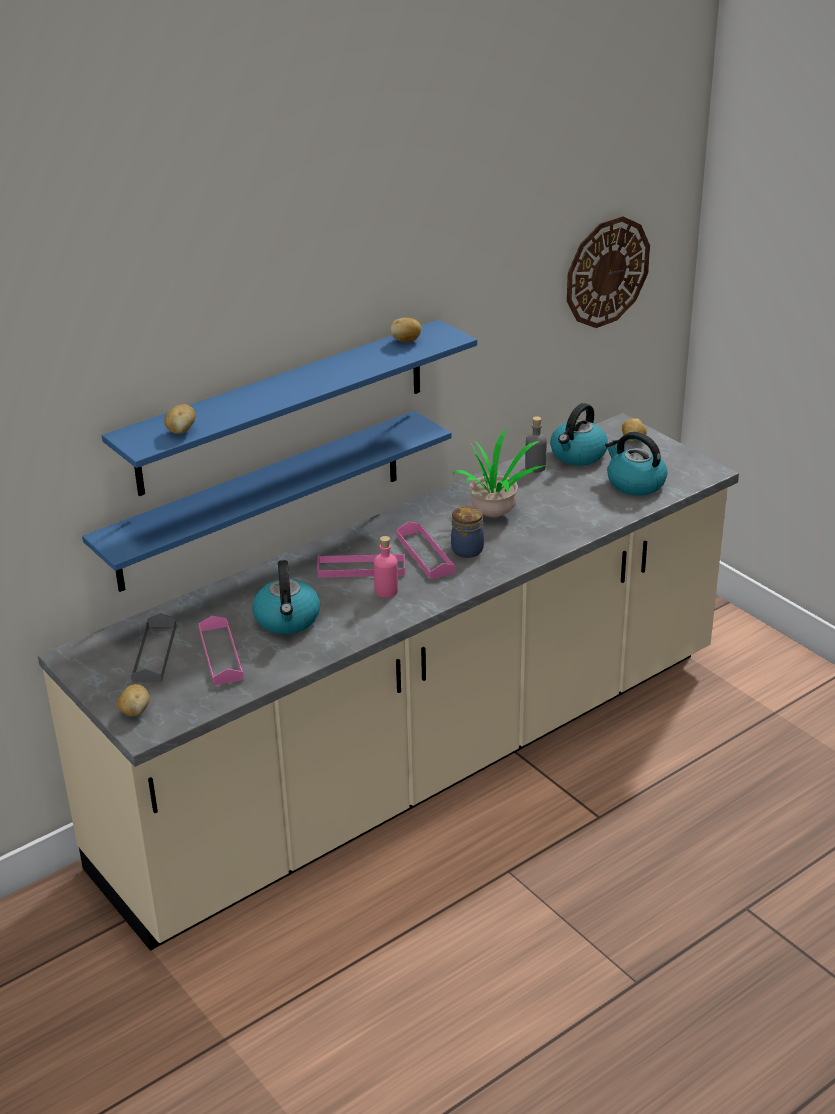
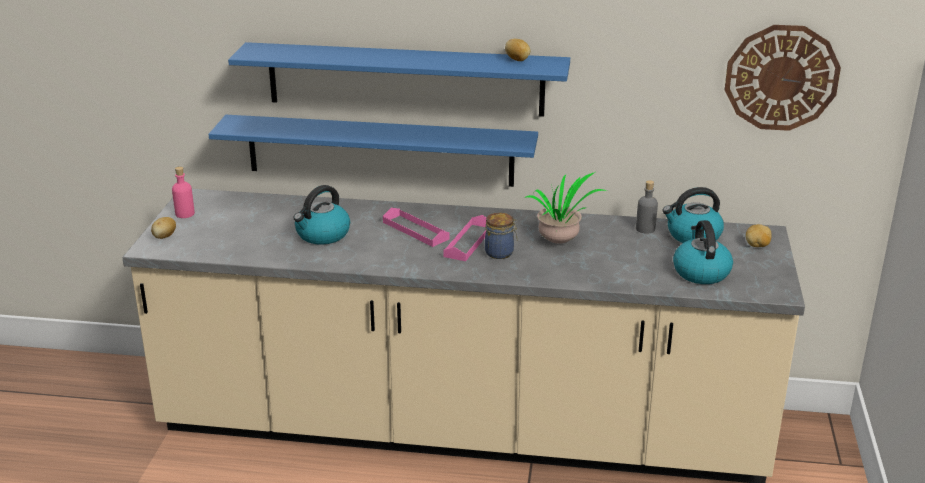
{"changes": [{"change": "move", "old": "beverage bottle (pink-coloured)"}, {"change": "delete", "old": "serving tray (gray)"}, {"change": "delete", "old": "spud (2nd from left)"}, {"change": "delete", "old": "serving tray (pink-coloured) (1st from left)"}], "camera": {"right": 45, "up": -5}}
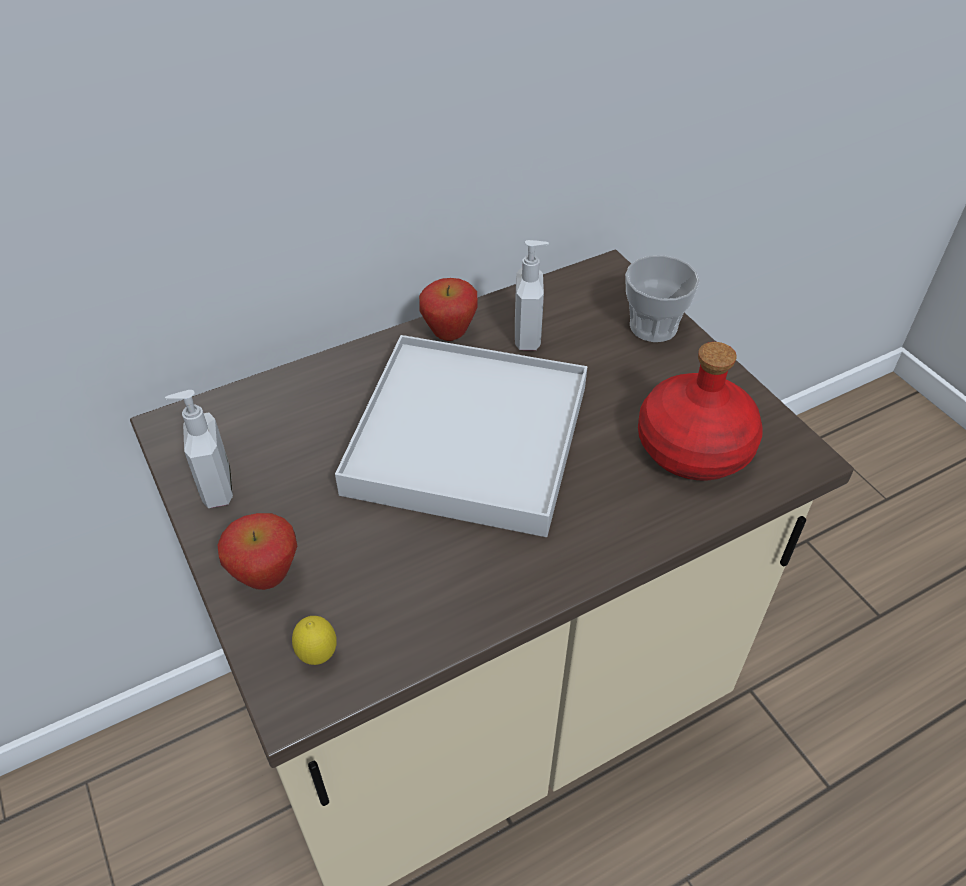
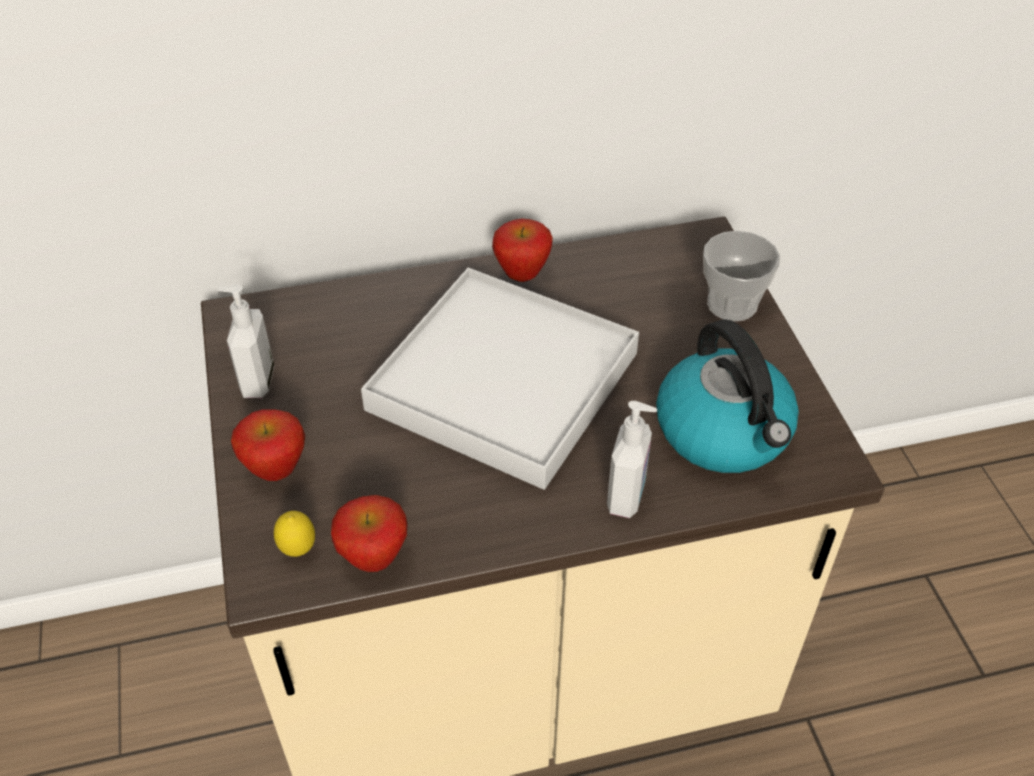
{"changes": [{"change": "insert", "new": "whole apple (2nd from left)"}, {"change": "move", "old": "soap bottle (2nd from left)"}, {"change": "replace", "old": "beverage bottle (red)", "new": "kettle"}], "camera": {"right": 15, "up": 0}}
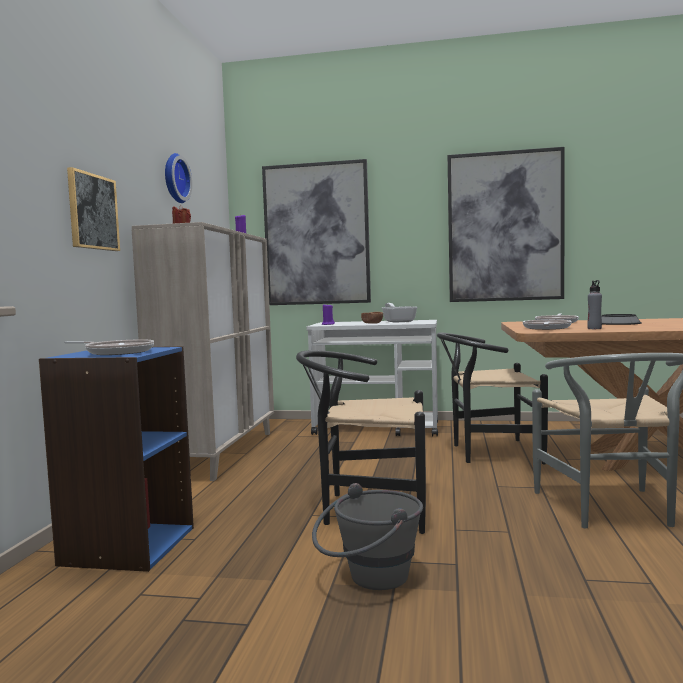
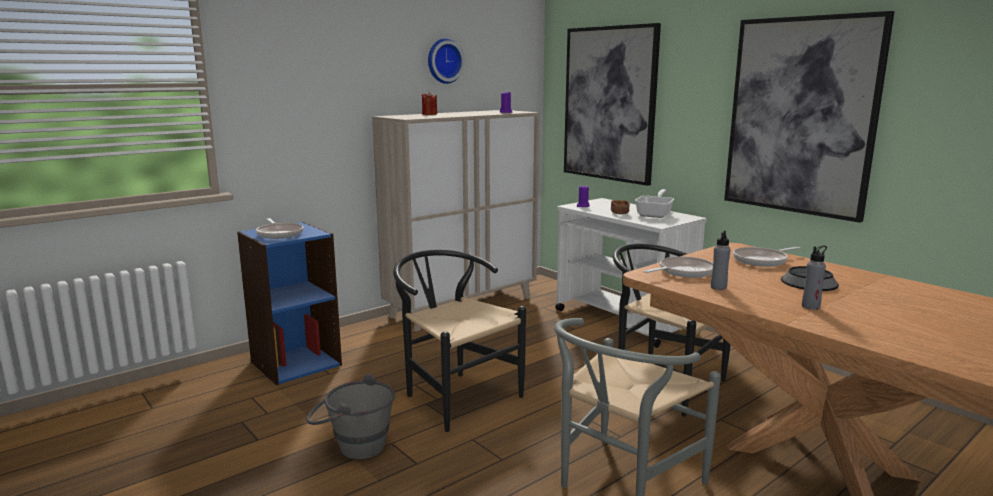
{"changes": [{"change": "insert", "new": "beverage bottle (gray) (2nd from left)"}, {"change": "delete", "old": "picture (1st from left)"}], "camera": {"right": 40, "up": 10}}
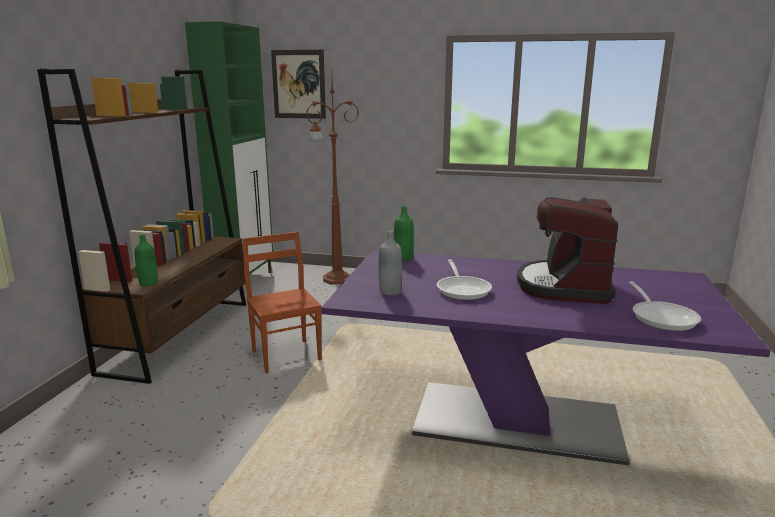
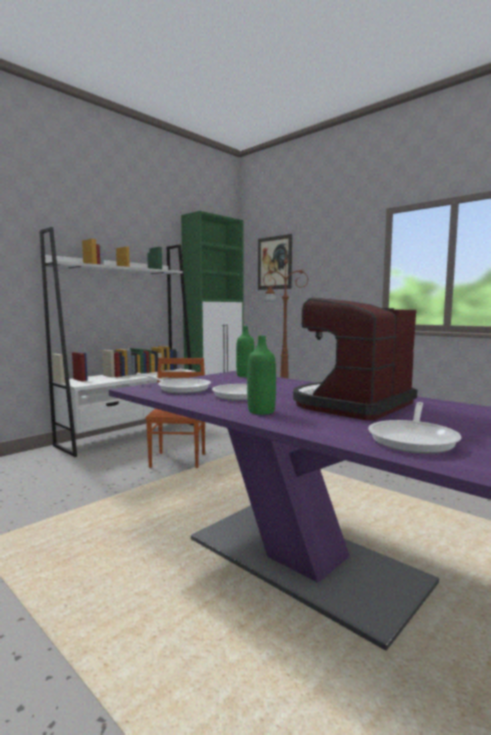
{"changes": [{"change": "recolor", "old": "shelving unit (brown-coloured)", "new": "shelving unit (white-coloured)"}, {"change": "replace", "old": "beverage bottle (gray)", "new": "skillet (1st from left)"}, {"change": "move", "old": "beverage bottle (green-coloured) (1st from left in the first image)", "new": "beverage bottle (green-coloured) (2nd from left)"}], "camera": {"right": 30, "up": -10}}
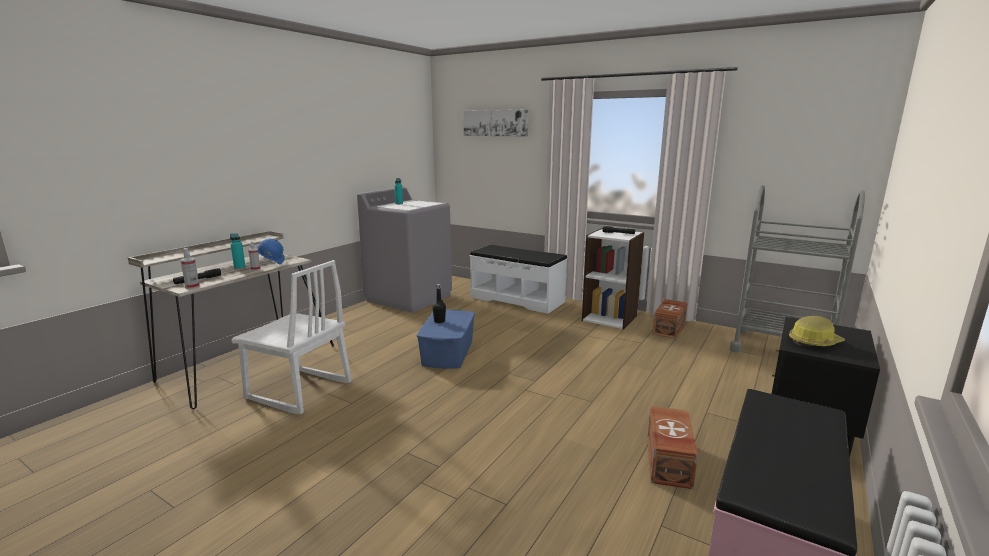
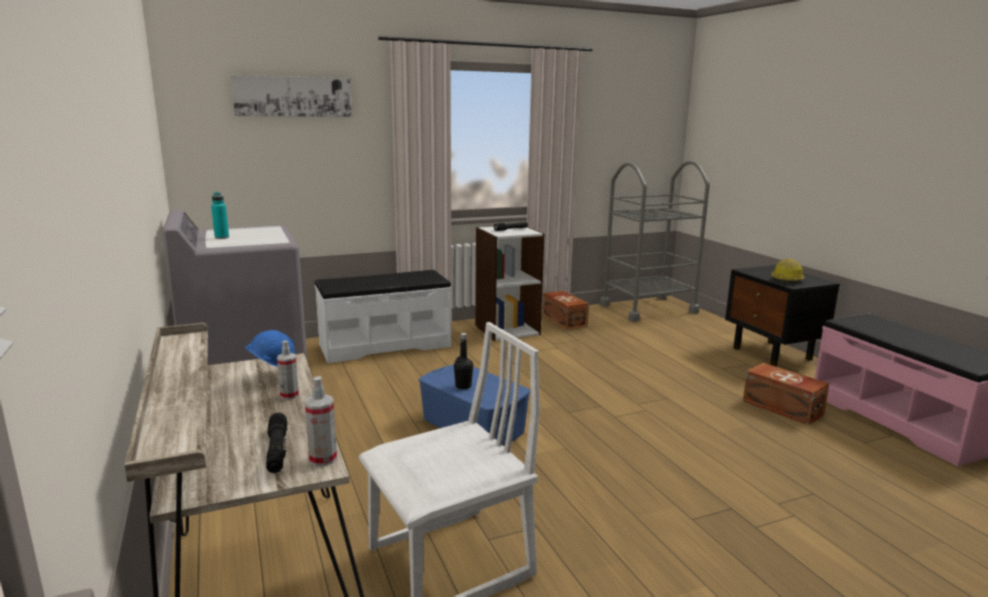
{"changes": [{"change": "delete", "old": "beverage bottle (blue-green) (1st from left)"}], "camera": {"right": -55, "up": 0}}
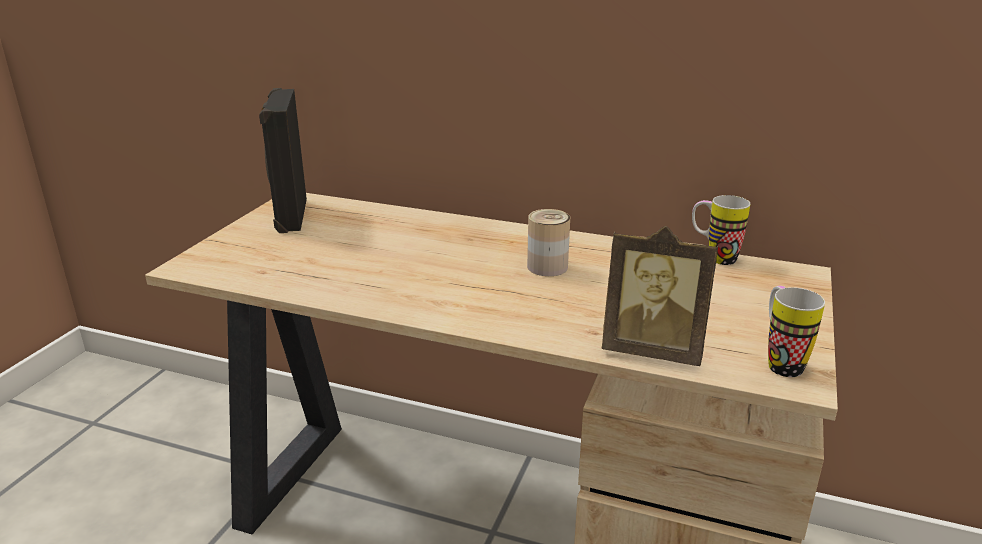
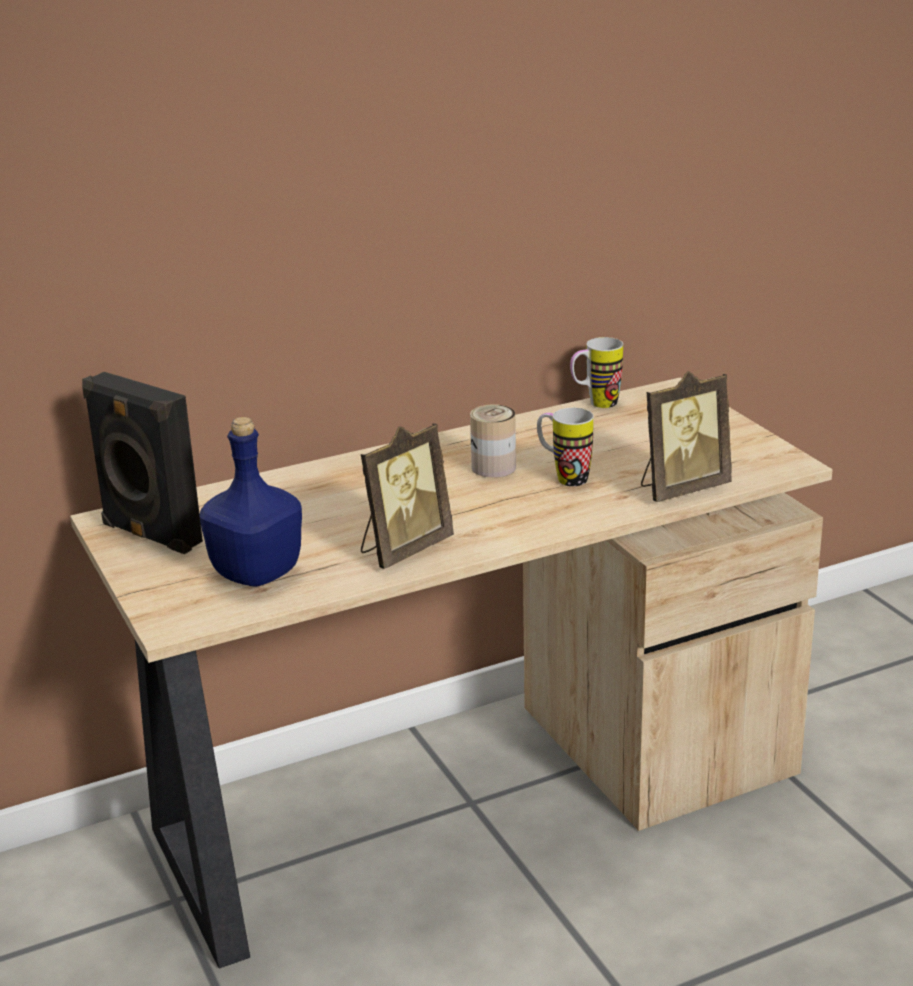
{"changes": [{"change": "insert", "new": "beverage bottle (bluish)"}, {"change": "insert", "new": "standing frame (1st from left)"}, {"change": "move", "old": "tea mug (2nd from left in the first image)", "new": "tea mug (1st from left)"}], "camera": {"right": -45, "up": 0}}
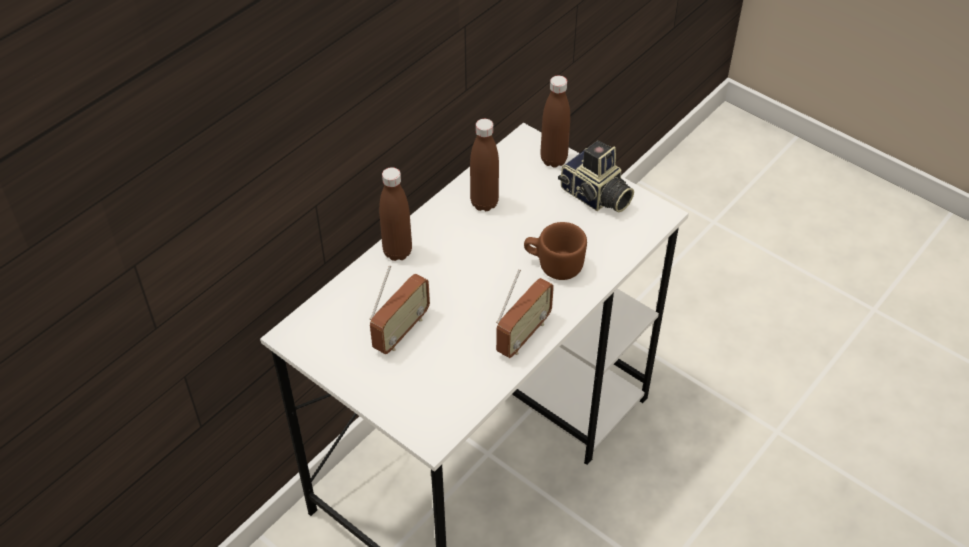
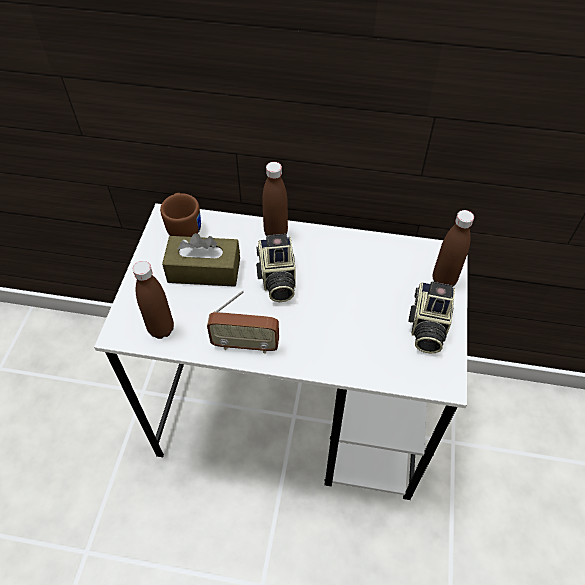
{"changes": [{"change": "move", "old": "beverage bottle (brown-coloured) (2nd from left in the first image)", "new": "beverage bottle (brown-coloured) (1st from left)"}, {"change": "move", "old": "tea mug (brown-coloured)"}, {"change": "replace", "old": "radio set (1st from left)", "new": "box of tissues (brown-coloured)"}, {"change": "insert", "new": "photo camera (1st from left)"}], "camera": {"right": 60, "up": 5}}
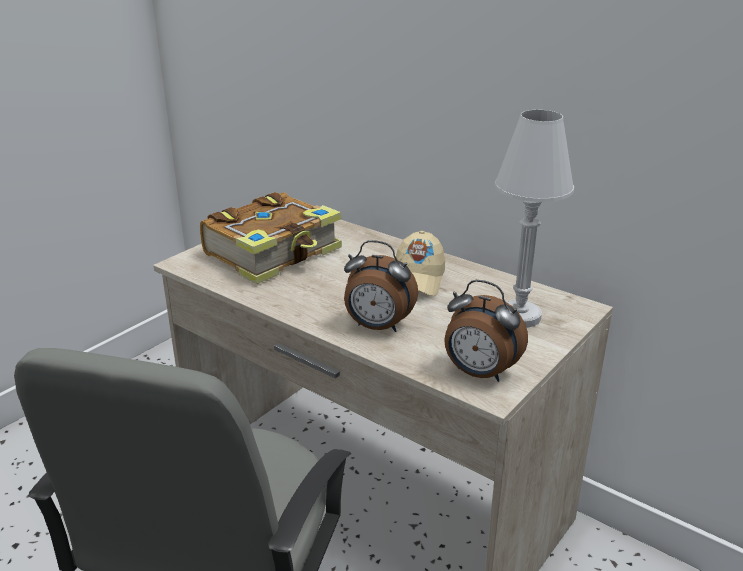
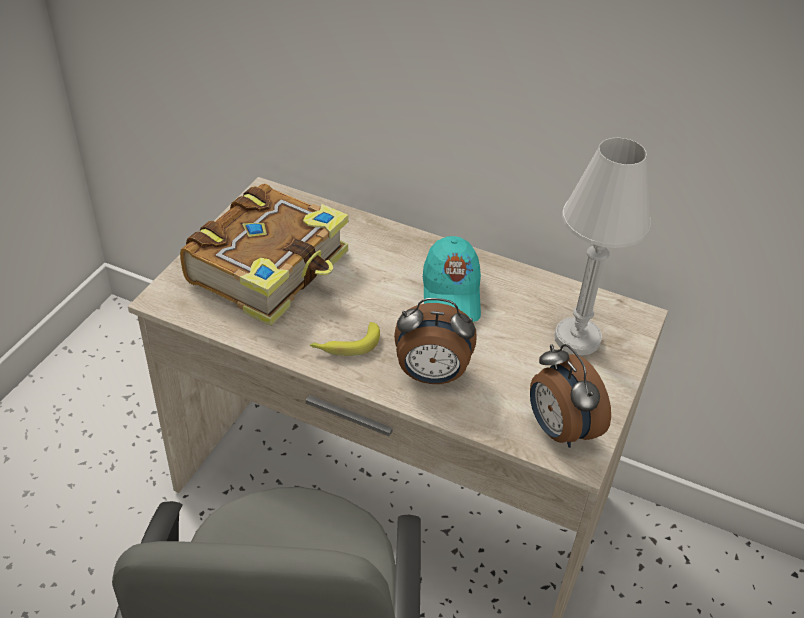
{"changes": [{"change": "insert", "new": "whole banana"}, {"change": "recolor", "old": "cap (beige-coloured)", "new": "cap (blue-green)"}, {"change": "rotate", "old": "table clock (2nd from left)", "degrees": 45}], "camera": {"right": -15, "up": 15}}
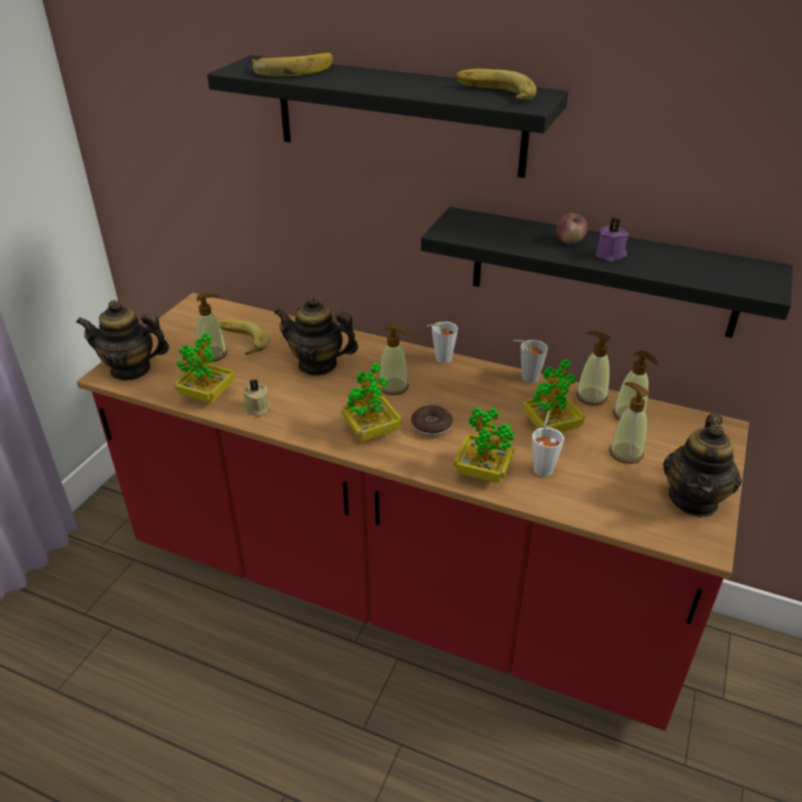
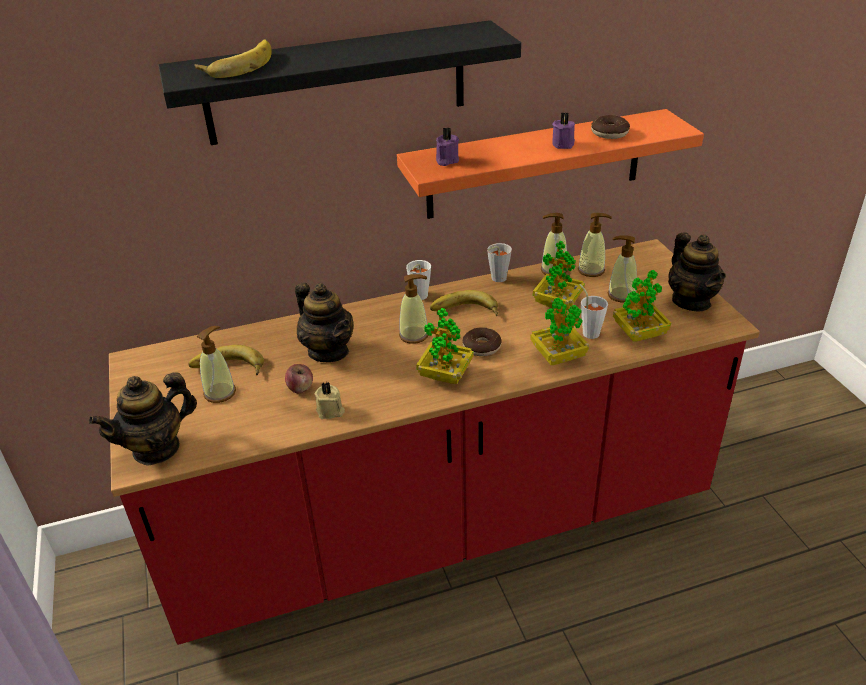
{"changes": [{"change": "move", "old": "whole apple"}, {"change": "rotate", "old": "pot for tea (2nd from left)", "degrees": -105}, {"change": "recolor", "old": "wall shelf (black) (2nd from left)", "new": "wall shelf (orange-coloured)"}, {"change": "move", "old": "whole banana (3rd from left)"}, {"change": "insert", "new": "candle (purple-coloured) (1st from left)"}, {"change": "insert", "new": "doughnut (2nd from left)"}, {"change": "move", "old": "houseplant (1st from left in the first image)", "new": "houseplant (4th from left)"}], "camera": {"right": -40, "up": 0}}
